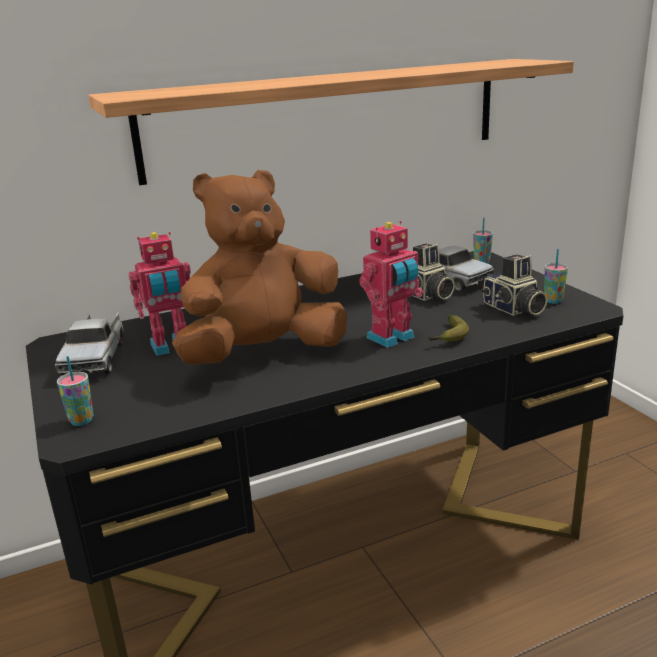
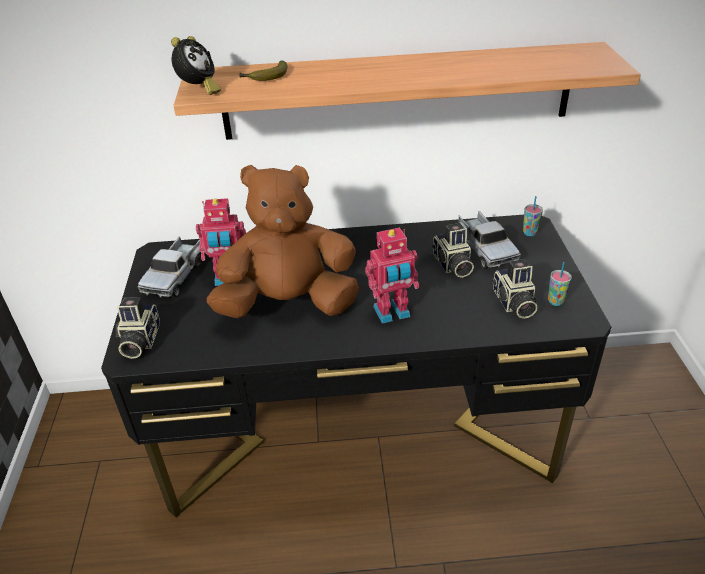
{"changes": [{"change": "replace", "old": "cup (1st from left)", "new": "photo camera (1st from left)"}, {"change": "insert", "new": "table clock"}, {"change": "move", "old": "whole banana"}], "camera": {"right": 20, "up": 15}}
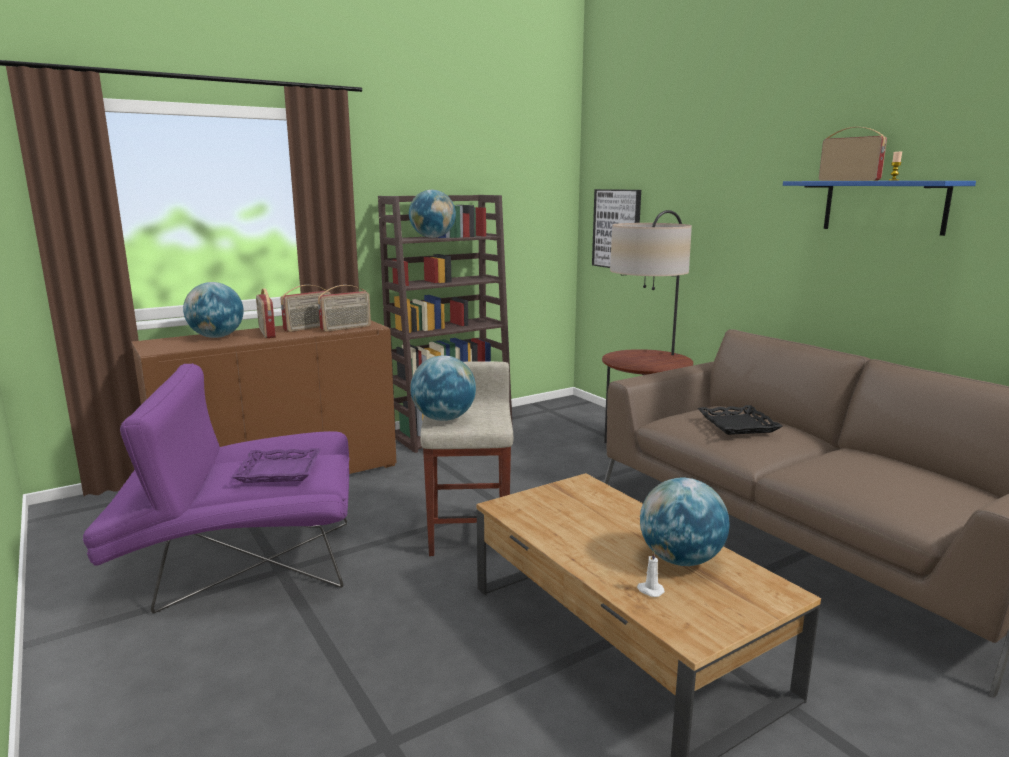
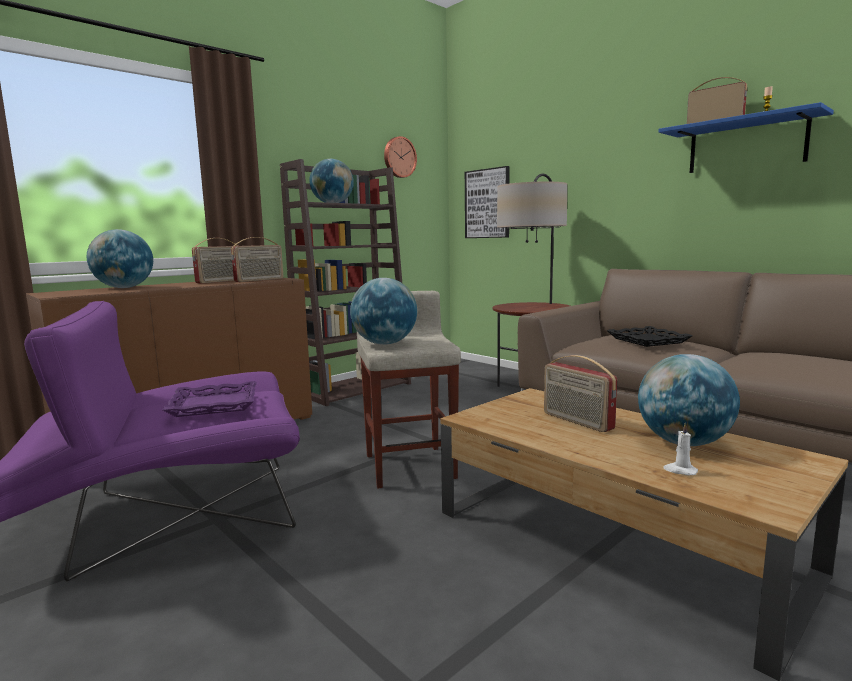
{"changes": [{"change": "insert", "new": "wall clock"}, {"change": "move", "old": "radio set (1st from left in the first image)", "new": "radio set (3rd from left)"}], "camera": {"right": -10, "up": -5}}
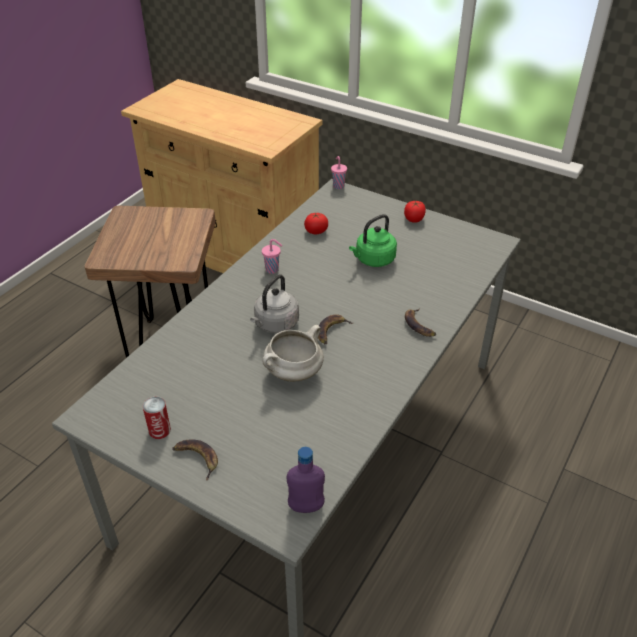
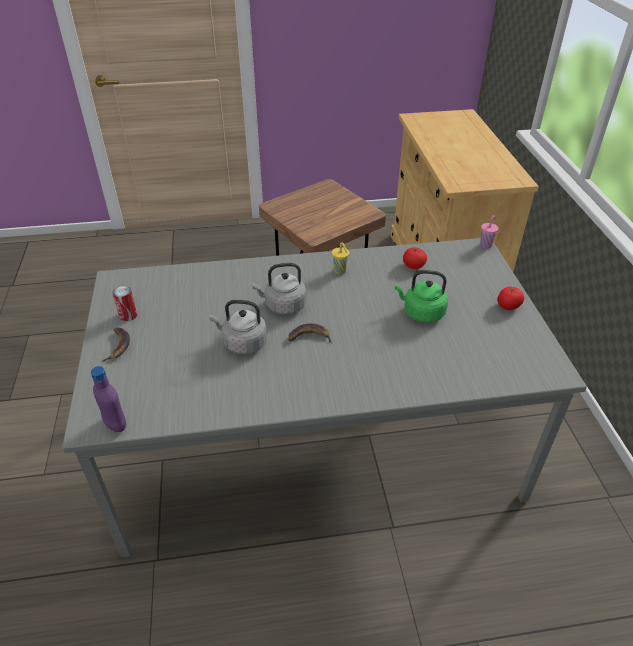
{"changes": [{"change": "replace", "old": "stockpot (white-coloured)", "new": "kettle (gray) (1st from left)"}, {"change": "recolor", "old": "cup (pink-coloured) (1st from left)", "new": "cup (yellow-coloured)"}, {"change": "delete", "old": "whole banana (3rd from left)"}], "camera": {"right": 50, "up": 0}}
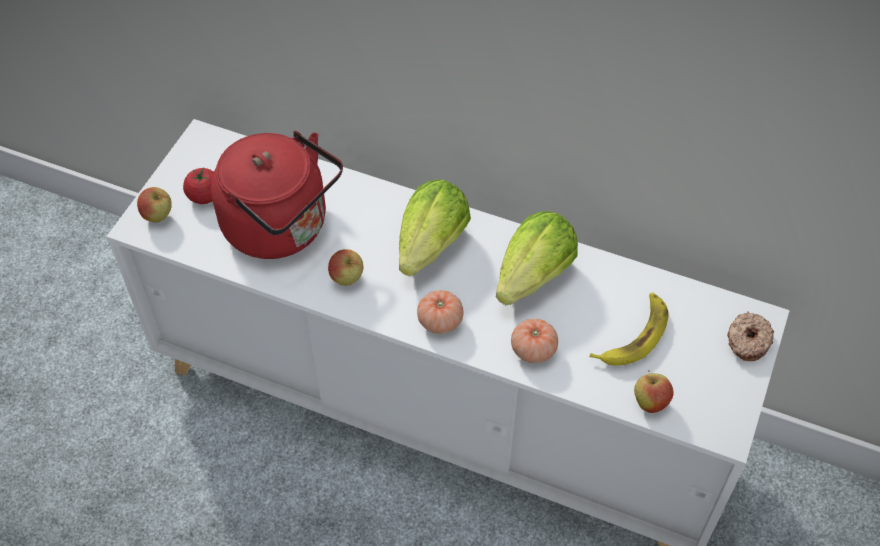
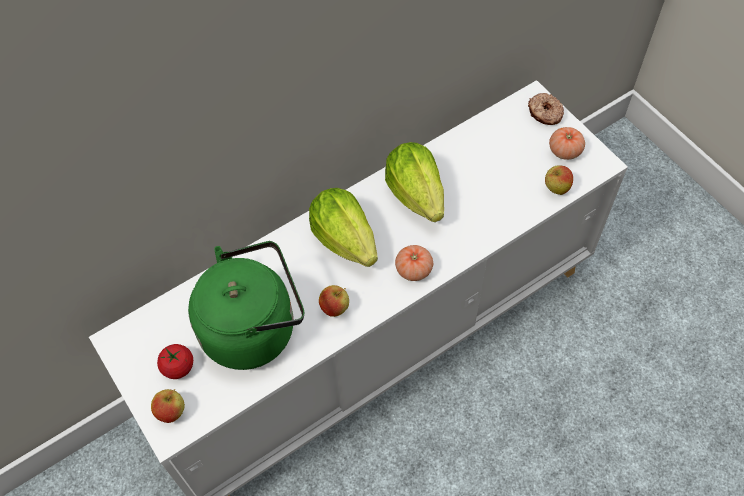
{"changes": [{"change": "recolor", "old": "kettle (red)", "new": "kettle (green-coloured)"}, {"change": "move", "old": "fresh tomato (3rd from left)"}, {"change": "delete", "old": "whole banana"}], "camera": {"right": -55, "up": 5}}
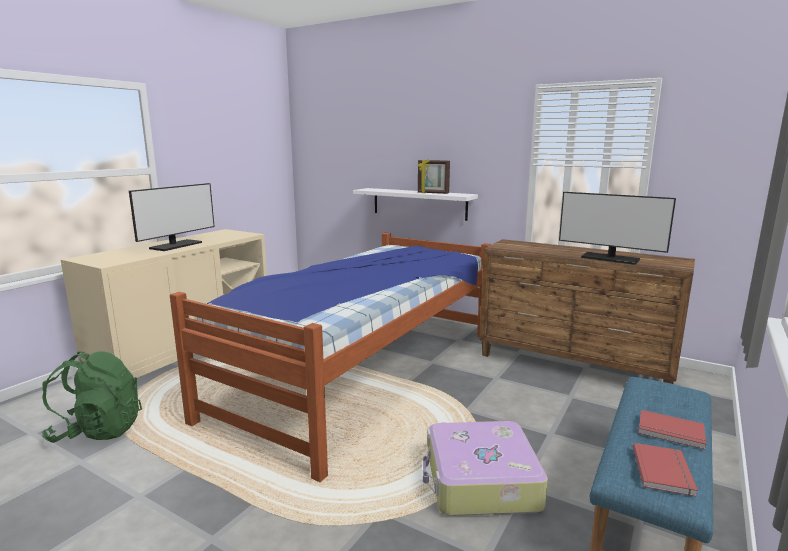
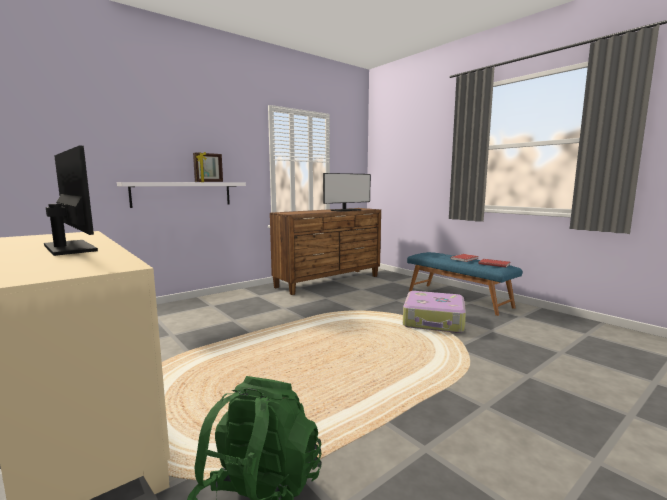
{"changes": [{"change": "delete", "old": "bed"}], "camera": {"right": -70, "up": -5}}
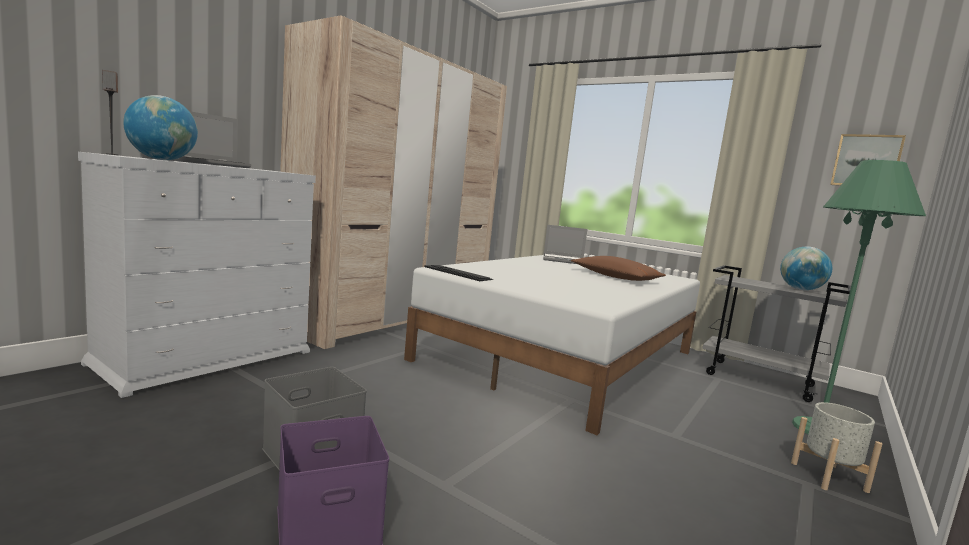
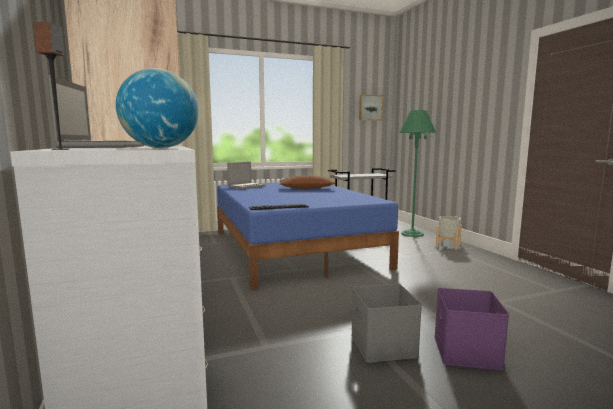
{"changes": [{"change": "recolor", "old": "bed (white-coloured)", "new": "bed (bluish)"}, {"change": "delete", "old": "world globe (2nd from left)"}], "camera": {"right": -55, "up": 0}}
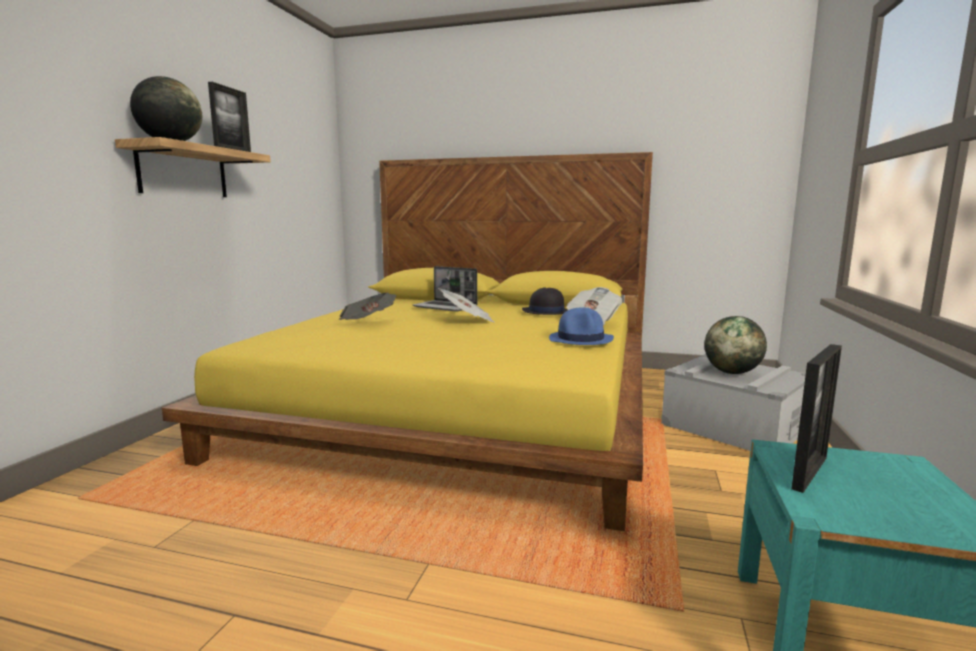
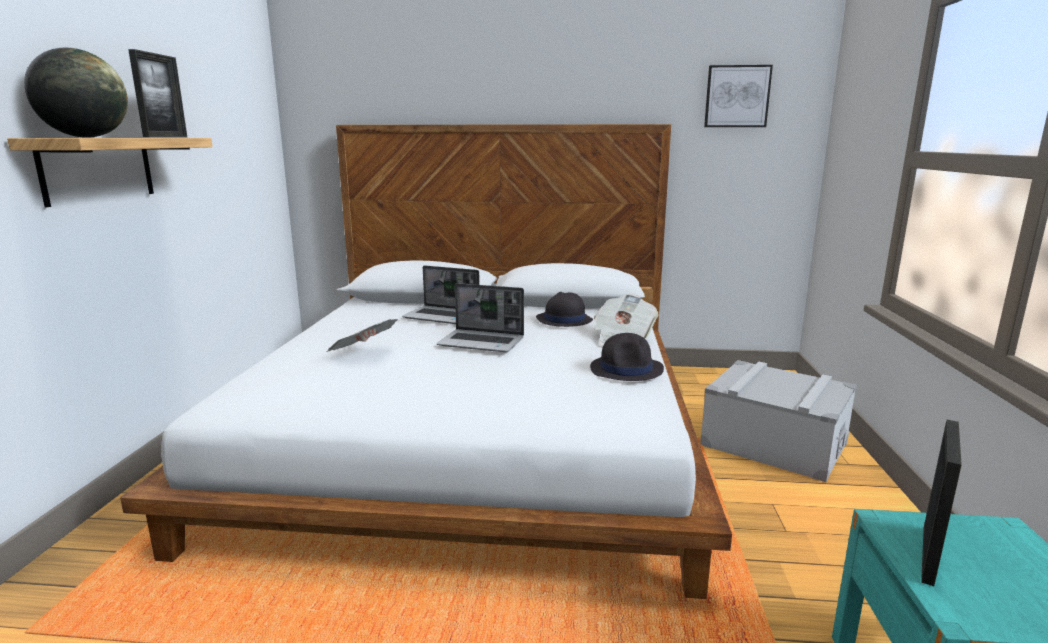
{"changes": [{"change": "recolor", "old": "bed (yellow-coloured)", "new": "bed (white-coloured)"}, {"change": "replace", "old": "newspaper (2nd from left)", "new": "notebook computer (2nd from left)"}, {"change": "recolor", "old": "clothing hat (bluish)", "new": "clothing hat (black) (2nd from left)"}, {"change": "insert", "new": "picture"}, {"change": "delete", "old": "world globe (2nd from left)"}], "camera": {"right": -10, "up": 5}}
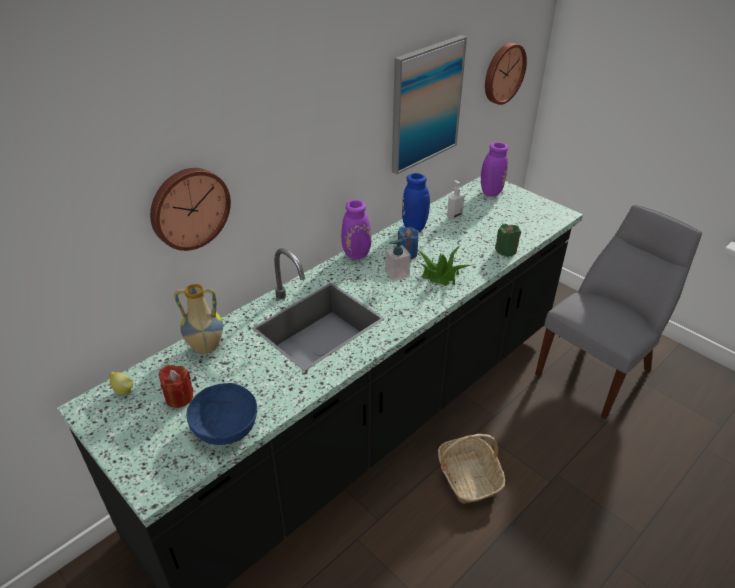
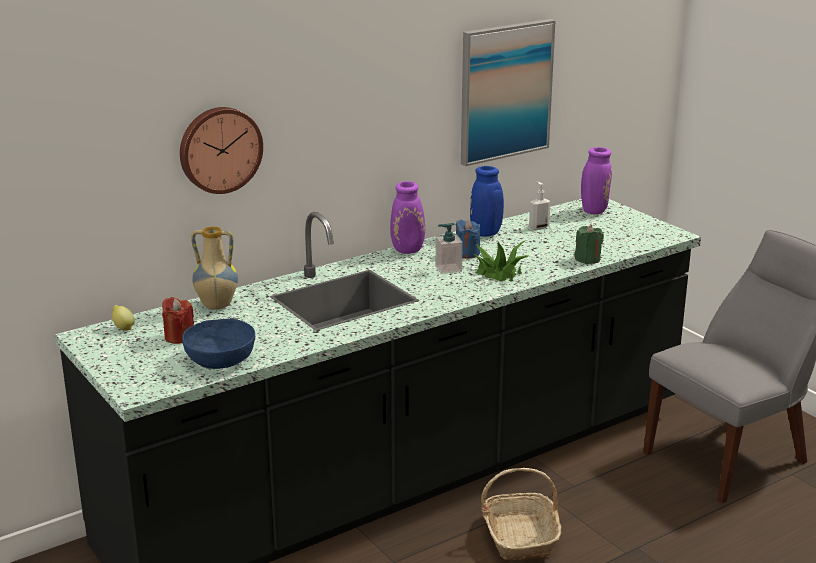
{"changes": [{"change": "delete", "old": "wall clock (2nd from left)"}], "camera": {"right": 10, "up": -15}}
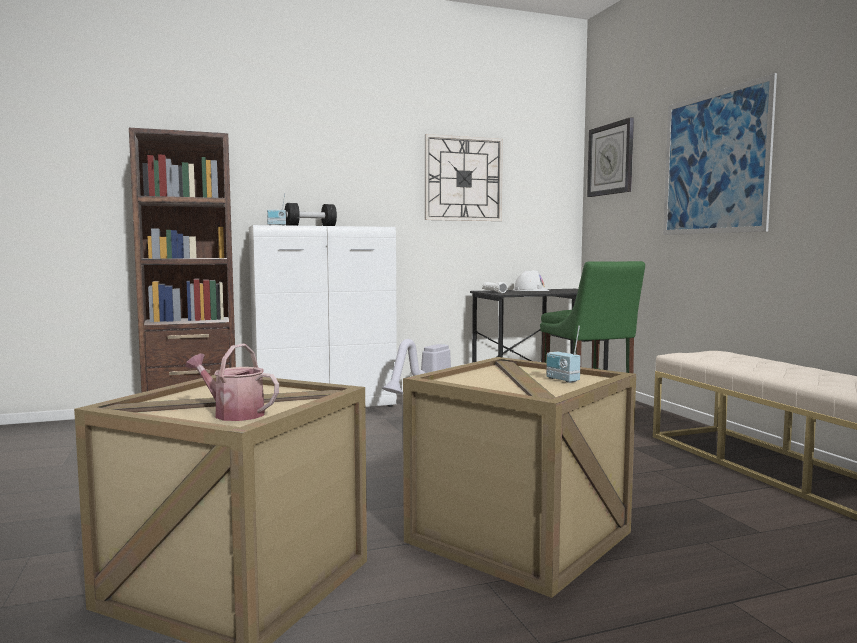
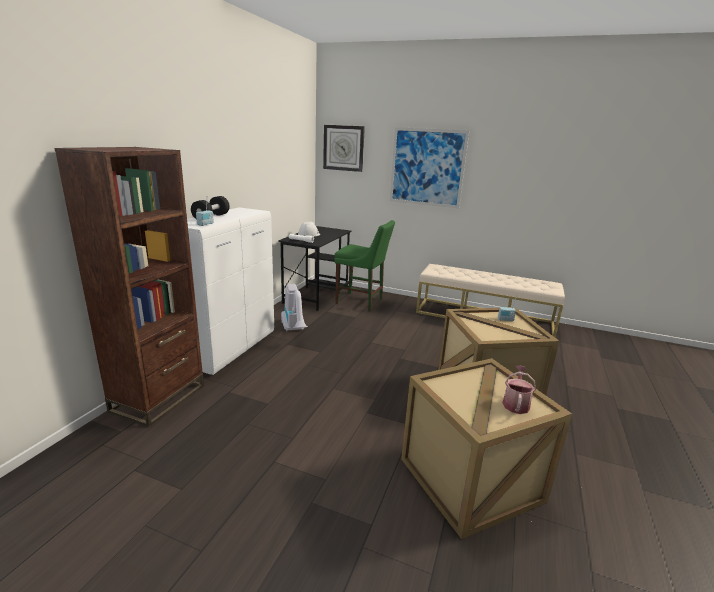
{"changes": [{"change": "rotate", "old": "sprinkling can", "degrees": 135}, {"change": "delete", "old": "wall clock (1st from left)"}], "camera": {"right": -50, "up": 15}}
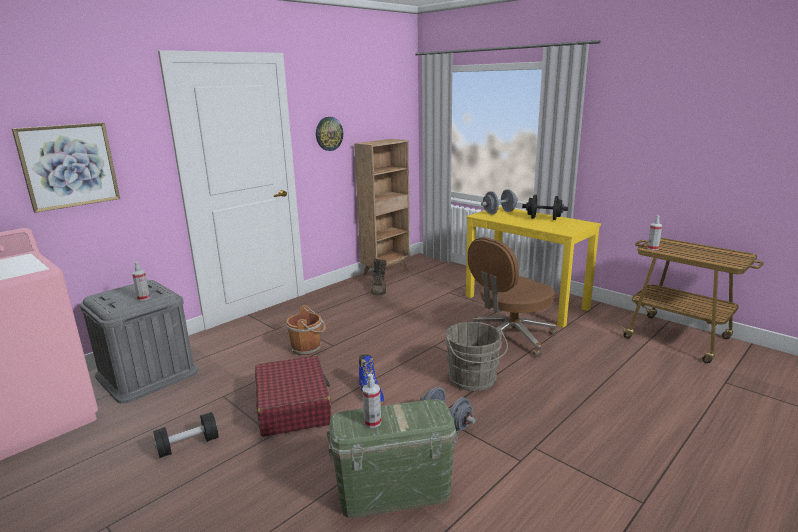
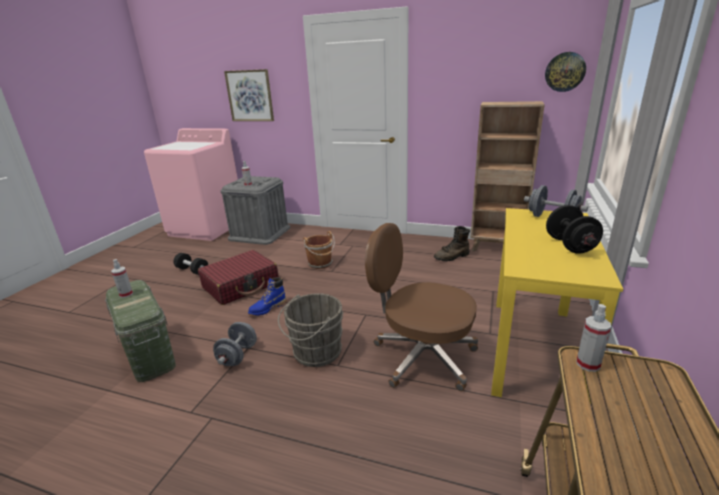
{"changes": [{"change": "move", "old": "wall clock"}], "camera": {"right": 65, "up": 5}}
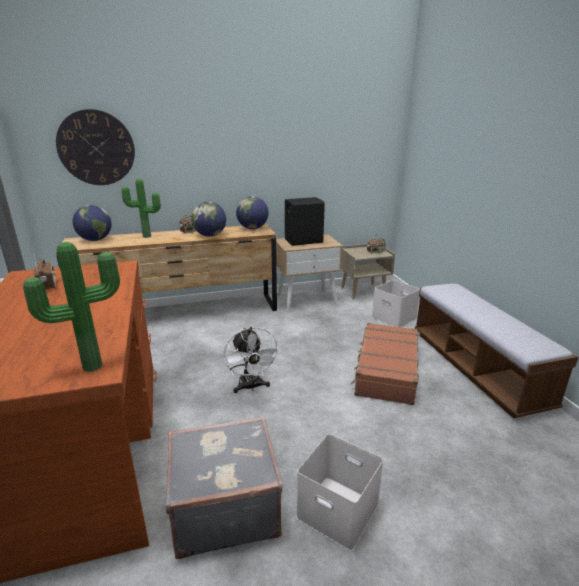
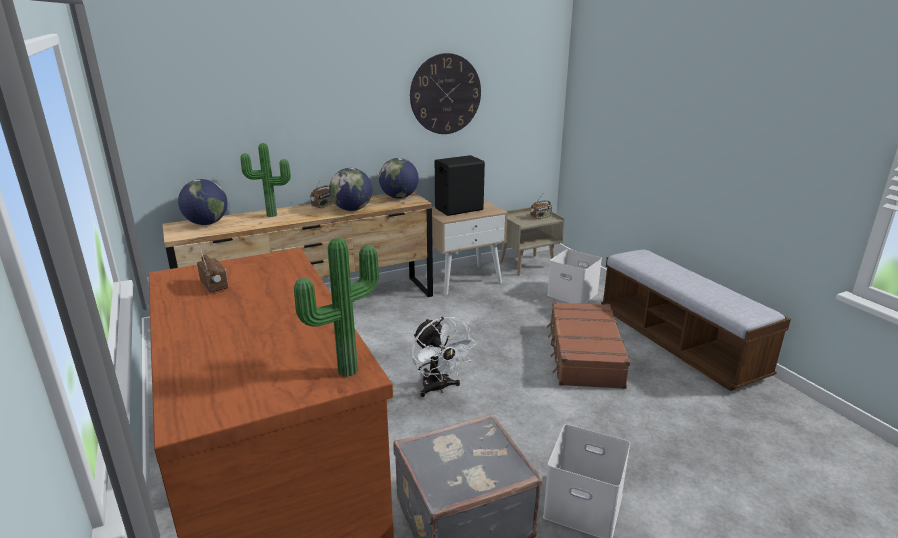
{"changes": [{"change": "move", "old": "wall clock"}], "camera": {"right": -10, "up": 0}}
